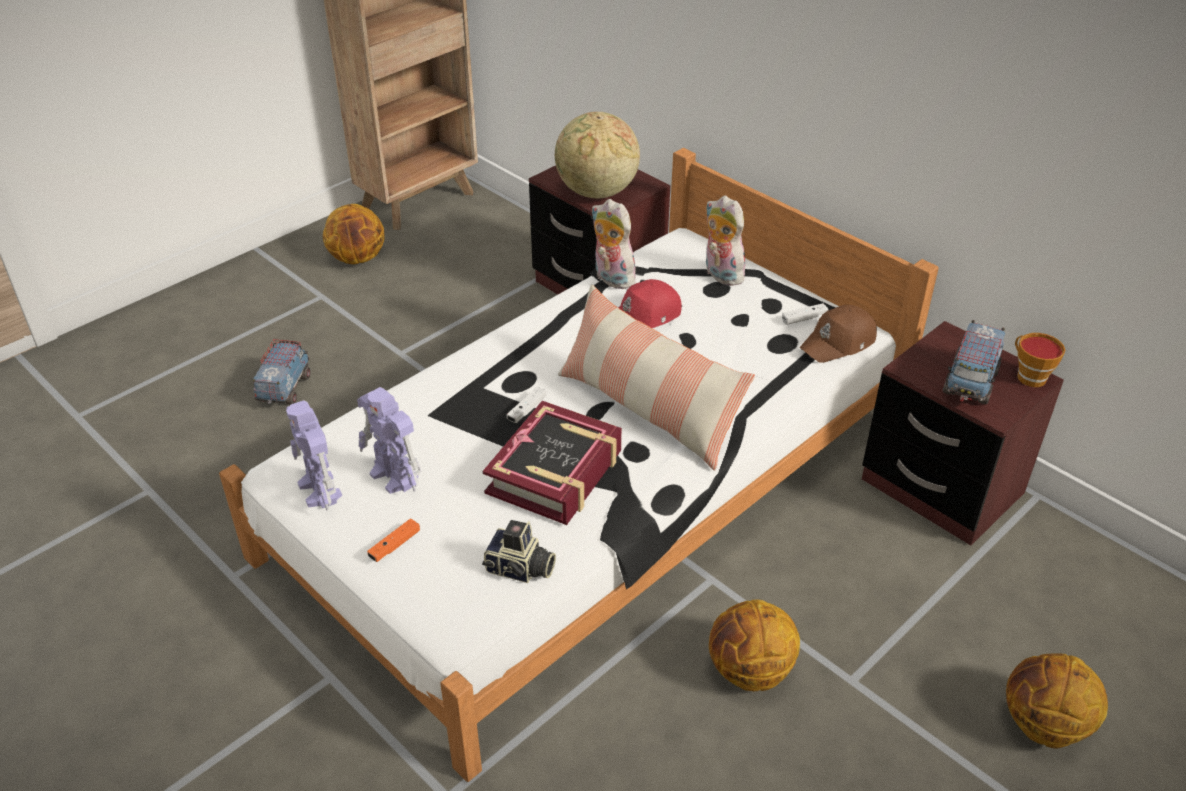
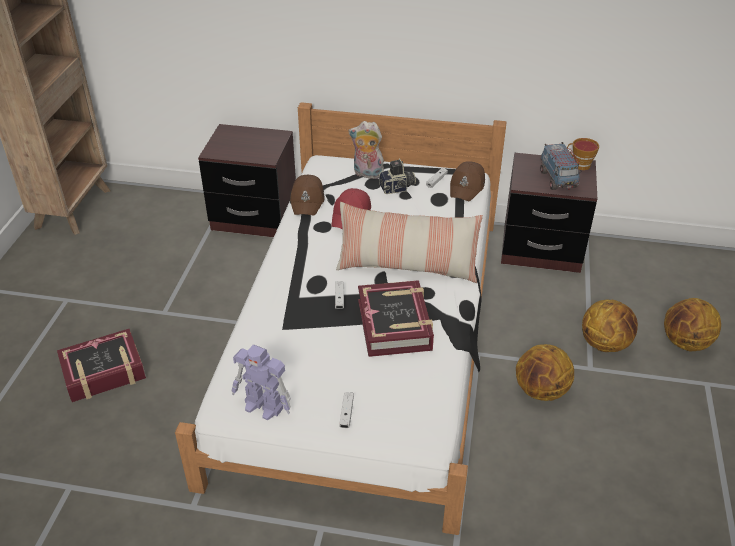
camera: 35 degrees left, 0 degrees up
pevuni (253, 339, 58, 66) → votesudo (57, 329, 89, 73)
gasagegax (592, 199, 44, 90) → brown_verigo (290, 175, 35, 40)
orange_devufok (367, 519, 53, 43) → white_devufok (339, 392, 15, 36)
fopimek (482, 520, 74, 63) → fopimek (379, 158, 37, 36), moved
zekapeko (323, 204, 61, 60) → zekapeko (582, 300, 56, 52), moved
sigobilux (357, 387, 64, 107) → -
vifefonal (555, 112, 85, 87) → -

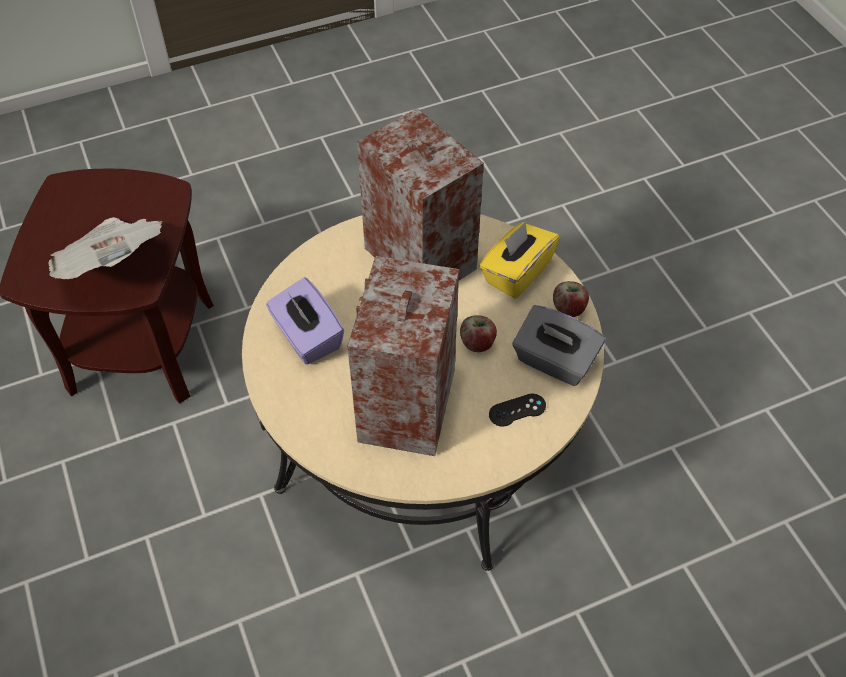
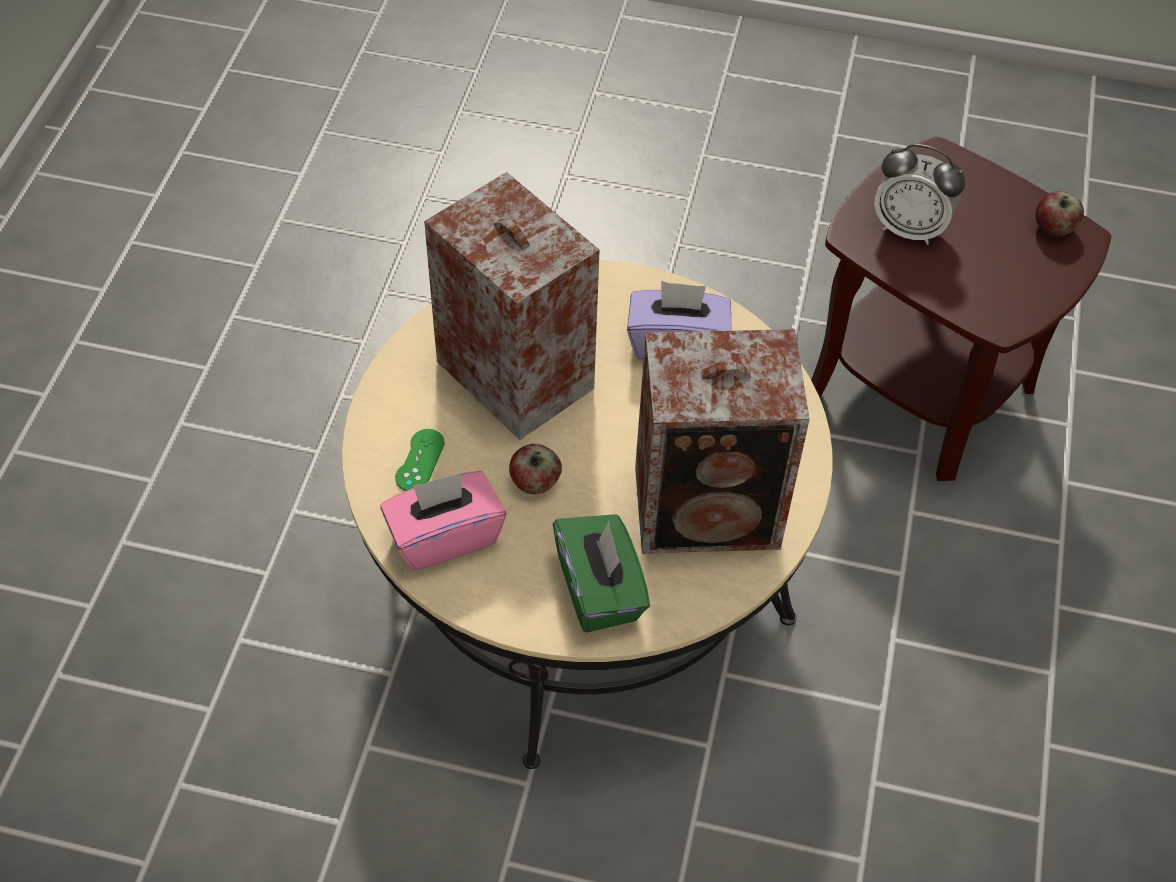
camera: 125 degrees right, 0 degrees up
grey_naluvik (512, 305, 93, 81) → pink_naluvik (380, 471, 126, 100)
black_devufok (489, 394, 57, 33) → green_devufok (395, 429, 50, 62)
yellow_naluvik (480, 222, 79, 76) → green_naluvik (553, 514, 97, 119)
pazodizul (48, 217, 114, 62) → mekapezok (874, 144, 92, 101)
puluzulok (553, 281, 36, 36) → puluzulok (1036, 191, 48, 45), moved

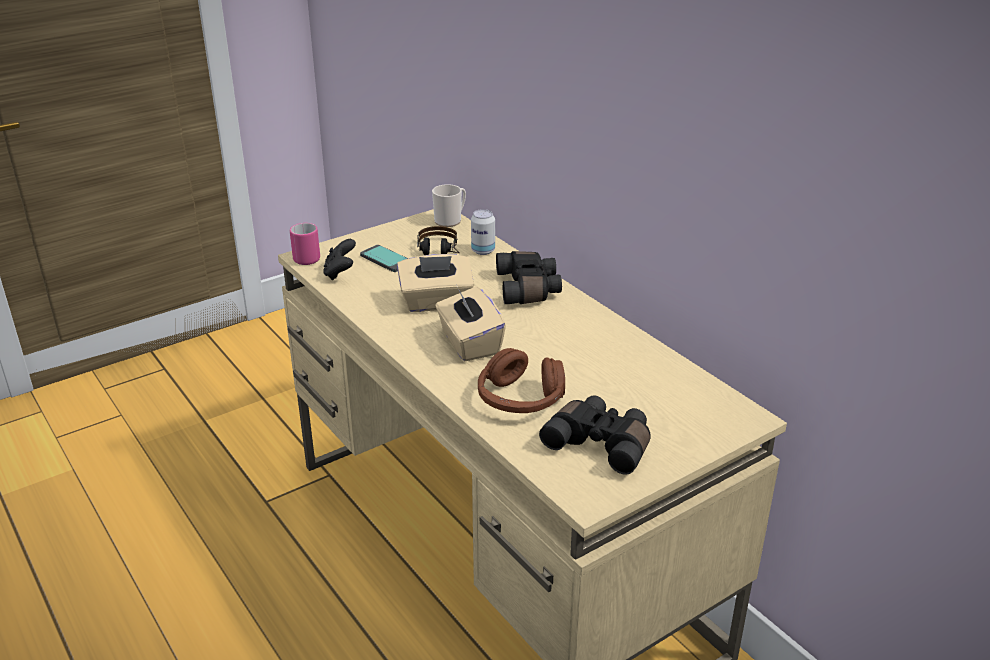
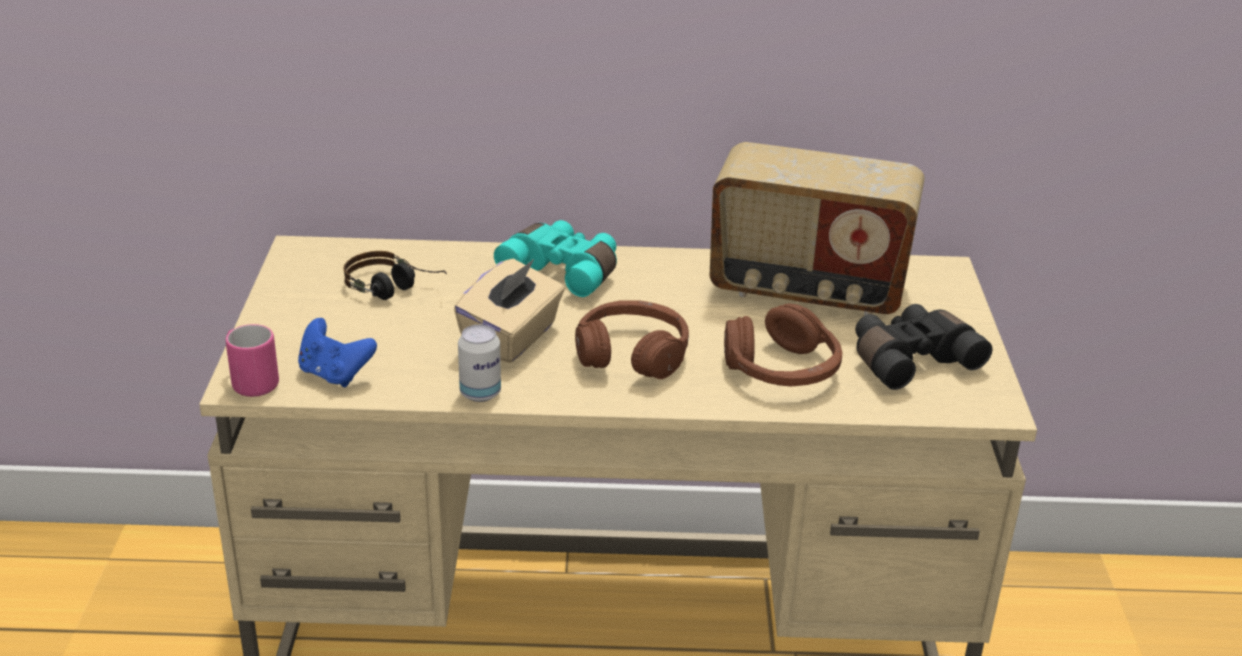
camera: 55 degrees left, 0 degrees up
black_devufok (323, 239, 33, 41) → blue_devufok (298, 318, 79, 69)
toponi (471, 209, 24, 46) → toponi (458, 324, 43, 78), moved
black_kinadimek (496, 251, 66, 53) → turquoise_kinadimek (494, 220, 123, 77)
beige_naluvik (435, 287, 71, 74) → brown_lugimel (575, 300, 114, 79)
- → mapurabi (709, 142, 216, 173)
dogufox (360, 245, 48, 27) → -
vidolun (432, 184, 34, 43) → -

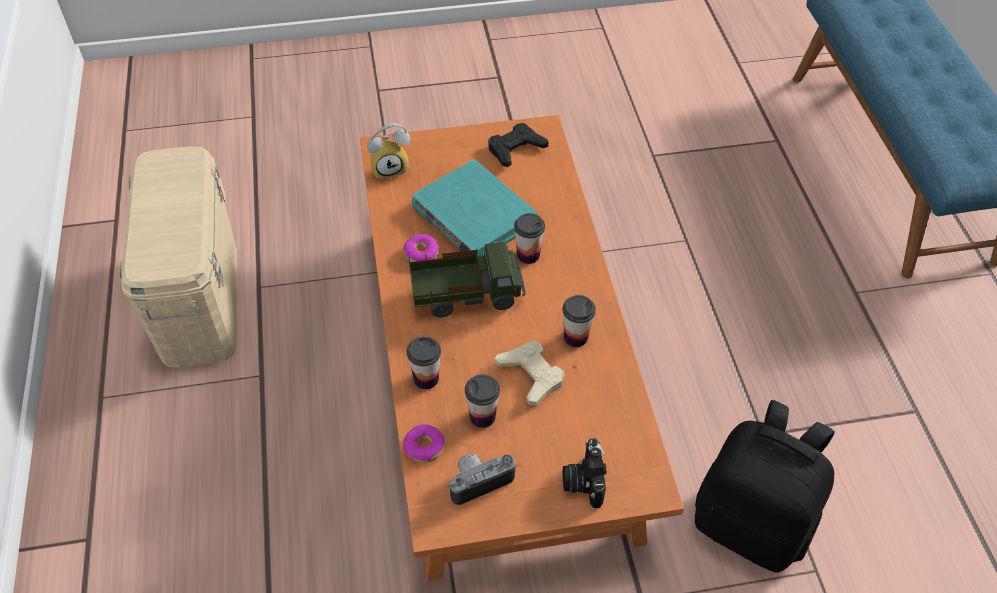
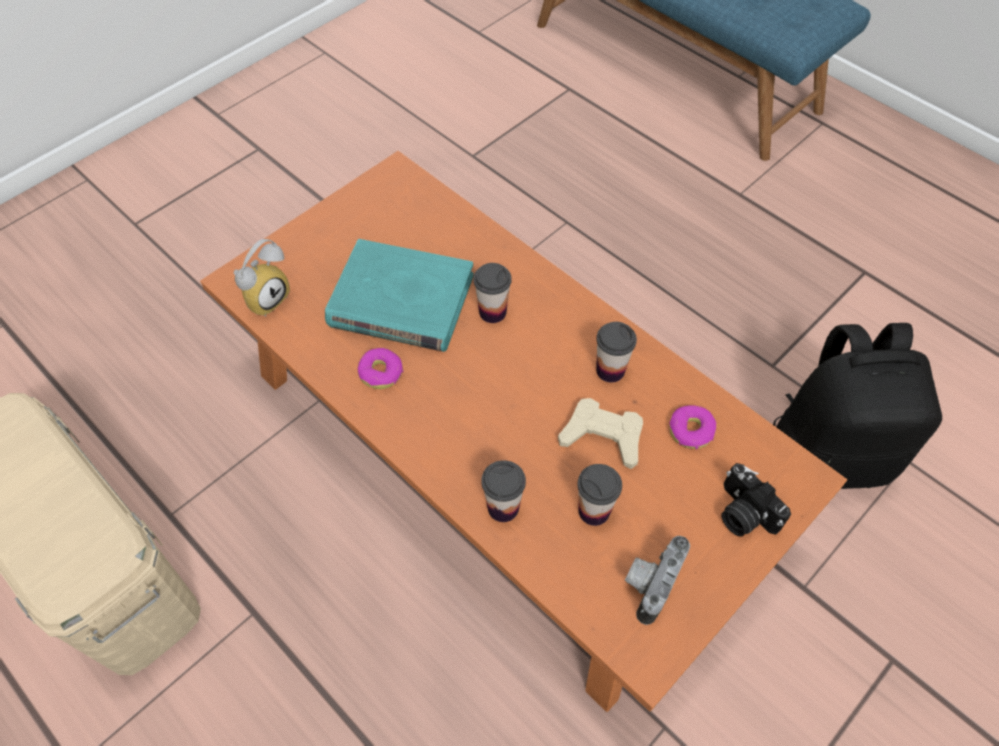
camera: 35 degrees left, 5 degrees up
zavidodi (403, 424, 42, 39) → zavidodi (669, 405, 47, 45), moved
pevuni (409, 242, 116, 75) → -
black_devufok (488, 123, 60, 44) → -

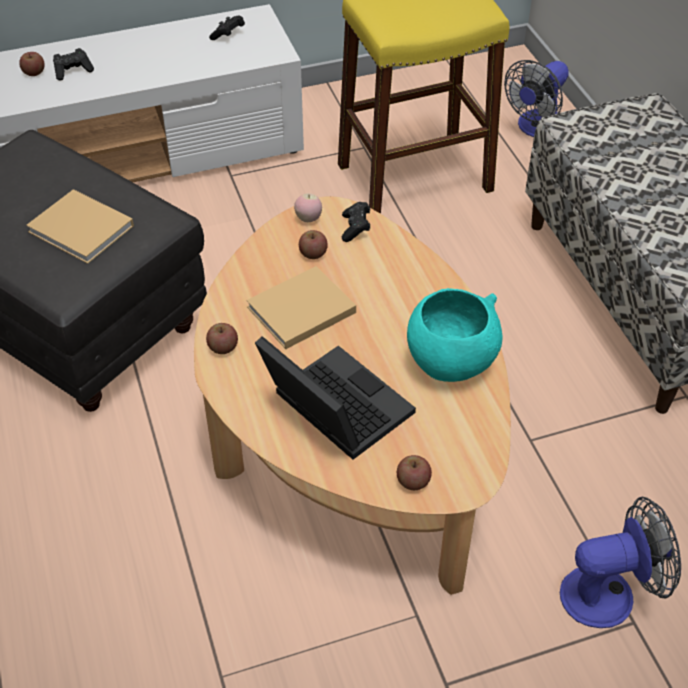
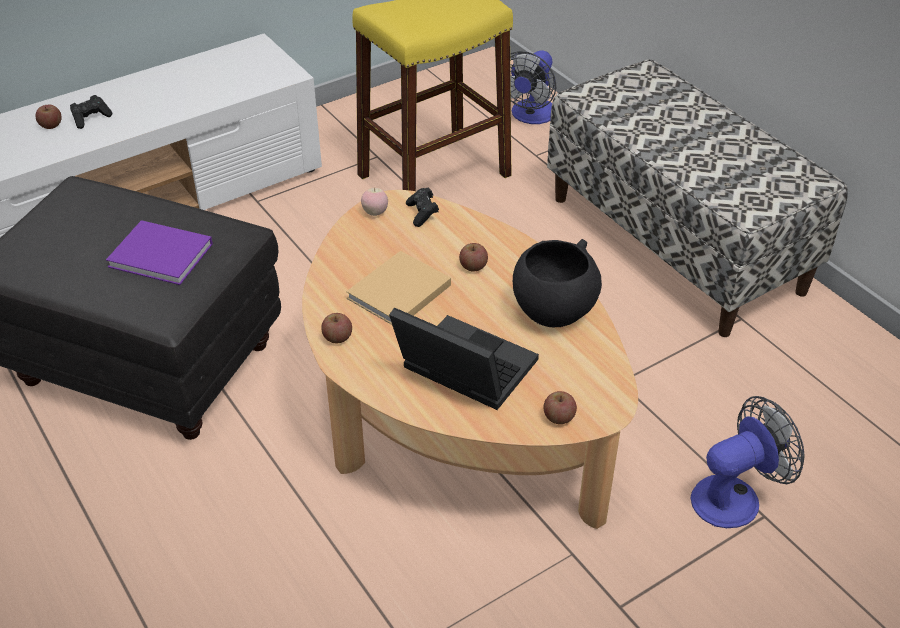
camera: 15 degrees left, 5 degrees down
beige_votesudo (26, 189, 108, 75) → purple_votesudo (106, 220, 107, 65)
puluzulok (299, 230, 29, 29) → puluzulok (459, 243, 29, 28), moved
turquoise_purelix (407, 288, 96, 94) → black_purelix (513, 239, 89, 88)
black_devufok (209, 16, 36, 24) → -

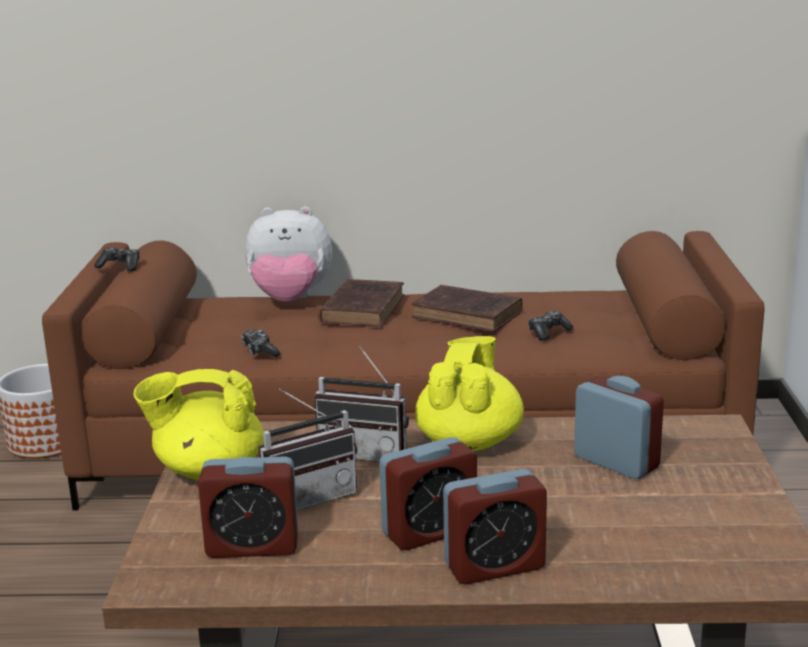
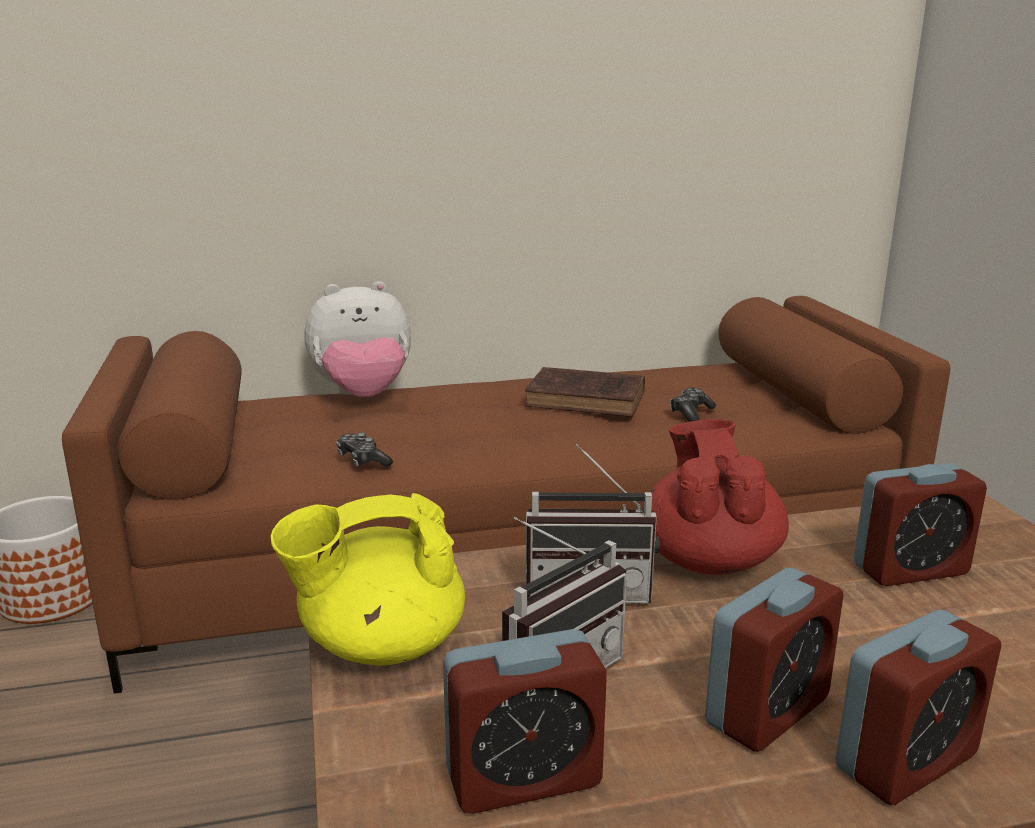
camera: 15 degrees left, 0 degrees up
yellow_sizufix (415, 336, 109, 115) → red_sizufix (642, 419, 147, 156)
mekapezok (574, 376, 90, 103) → mekapezok (854, 463, 133, 123), 135 degrees clockwise
devufok (94, 248, 45, 23) → -
brown_votesudo (318, 279, 87, 48) → -

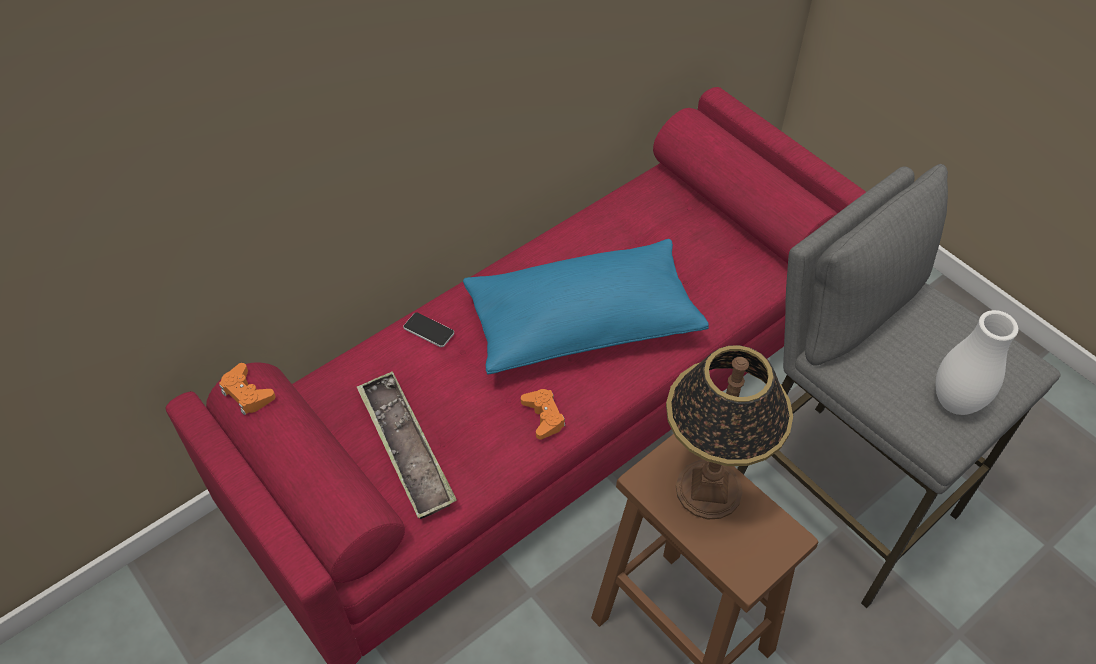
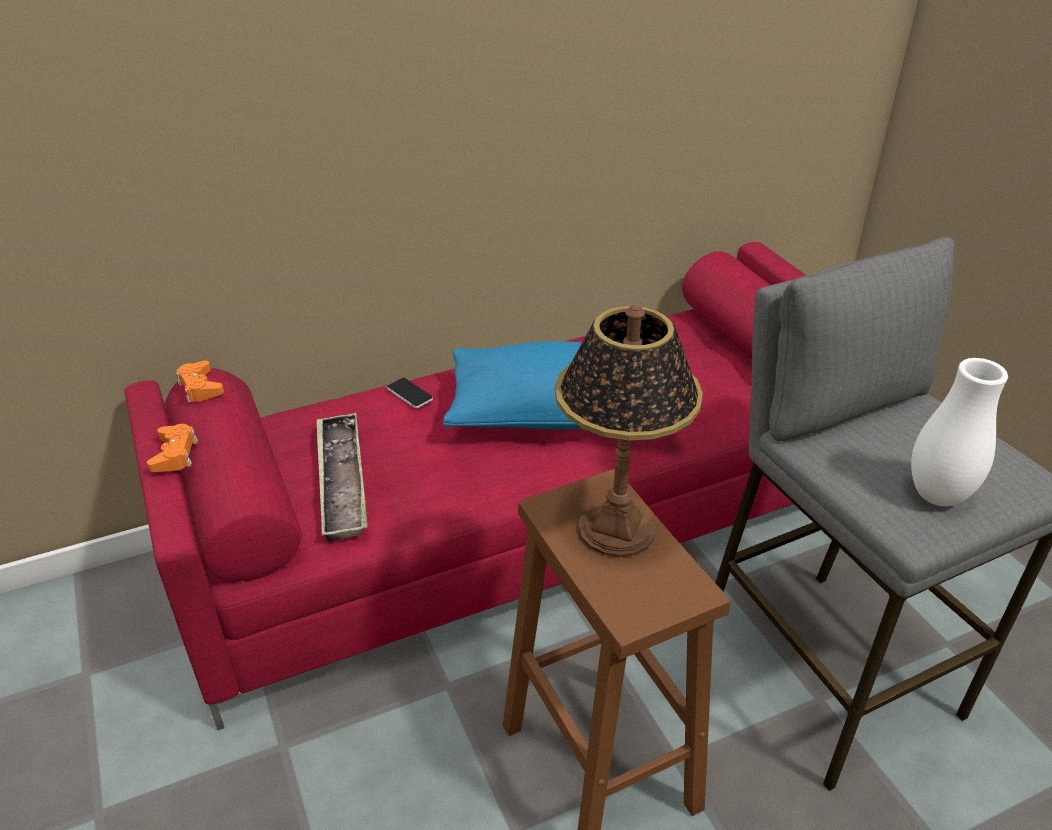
camera: 15 degrees right, 15 degrees down
orange_devufok (521, 389, 45, 51) → orange_devufok (147, 424, 51, 48), moved

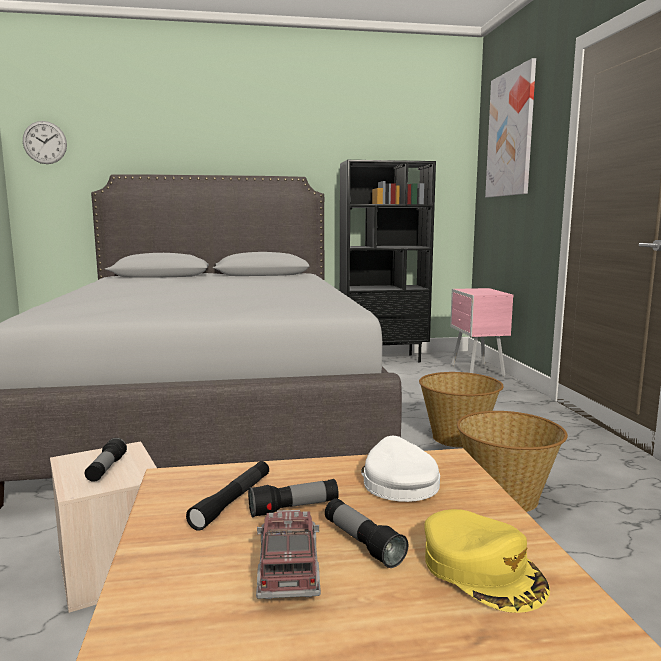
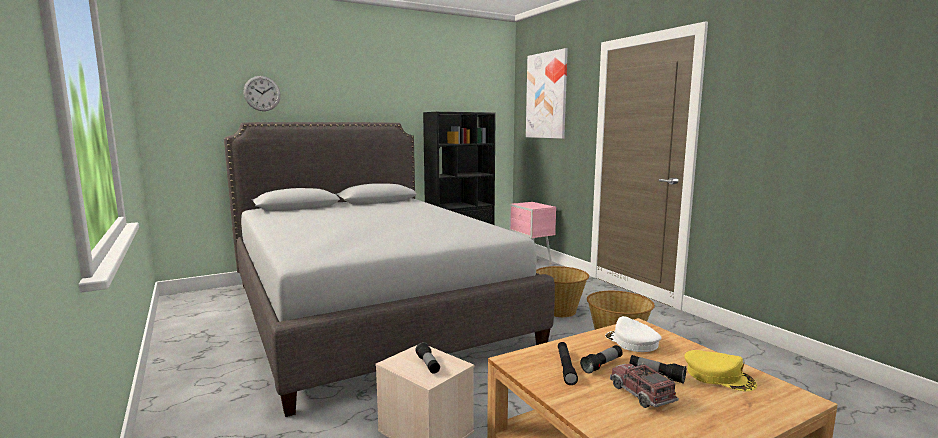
camera: 20 degrees left, 0 degrees up
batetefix (23, 121, 44, 43) → batetefix (243, 76, 38, 35), moved

